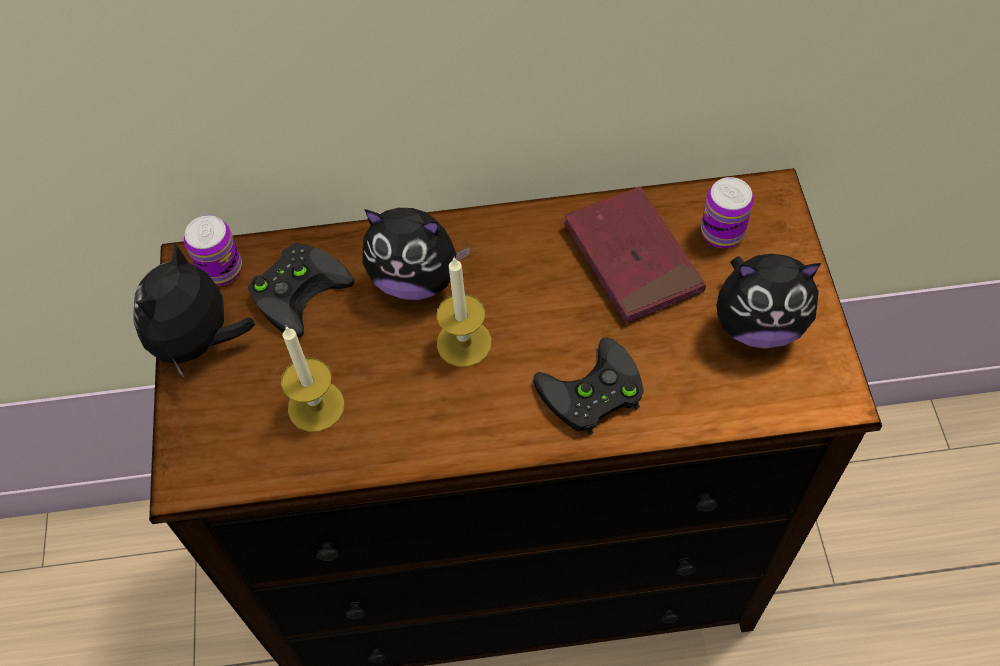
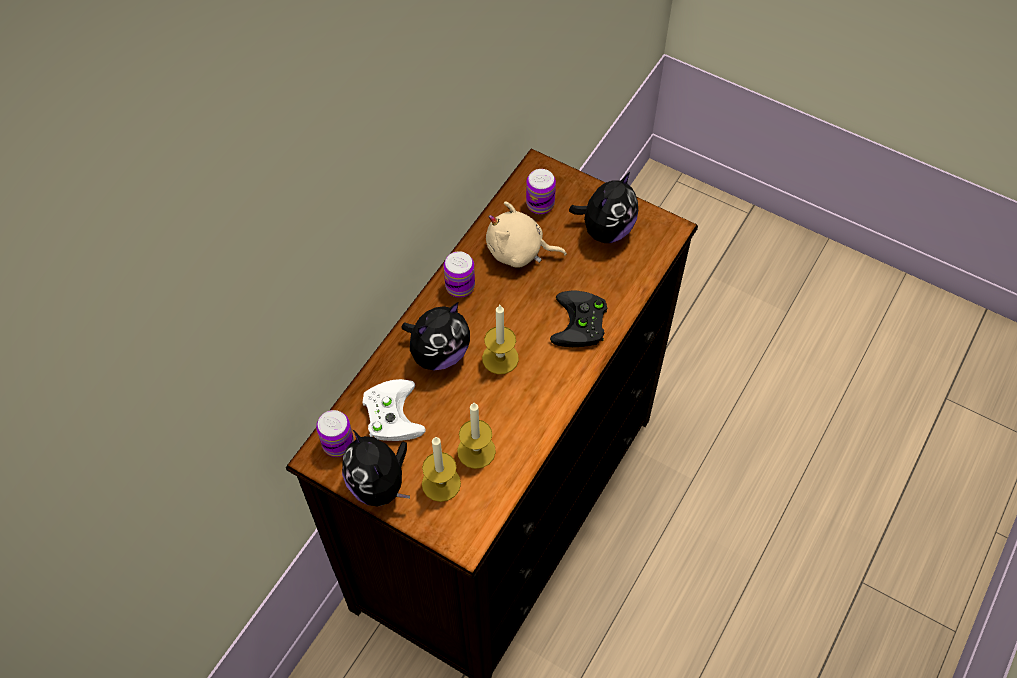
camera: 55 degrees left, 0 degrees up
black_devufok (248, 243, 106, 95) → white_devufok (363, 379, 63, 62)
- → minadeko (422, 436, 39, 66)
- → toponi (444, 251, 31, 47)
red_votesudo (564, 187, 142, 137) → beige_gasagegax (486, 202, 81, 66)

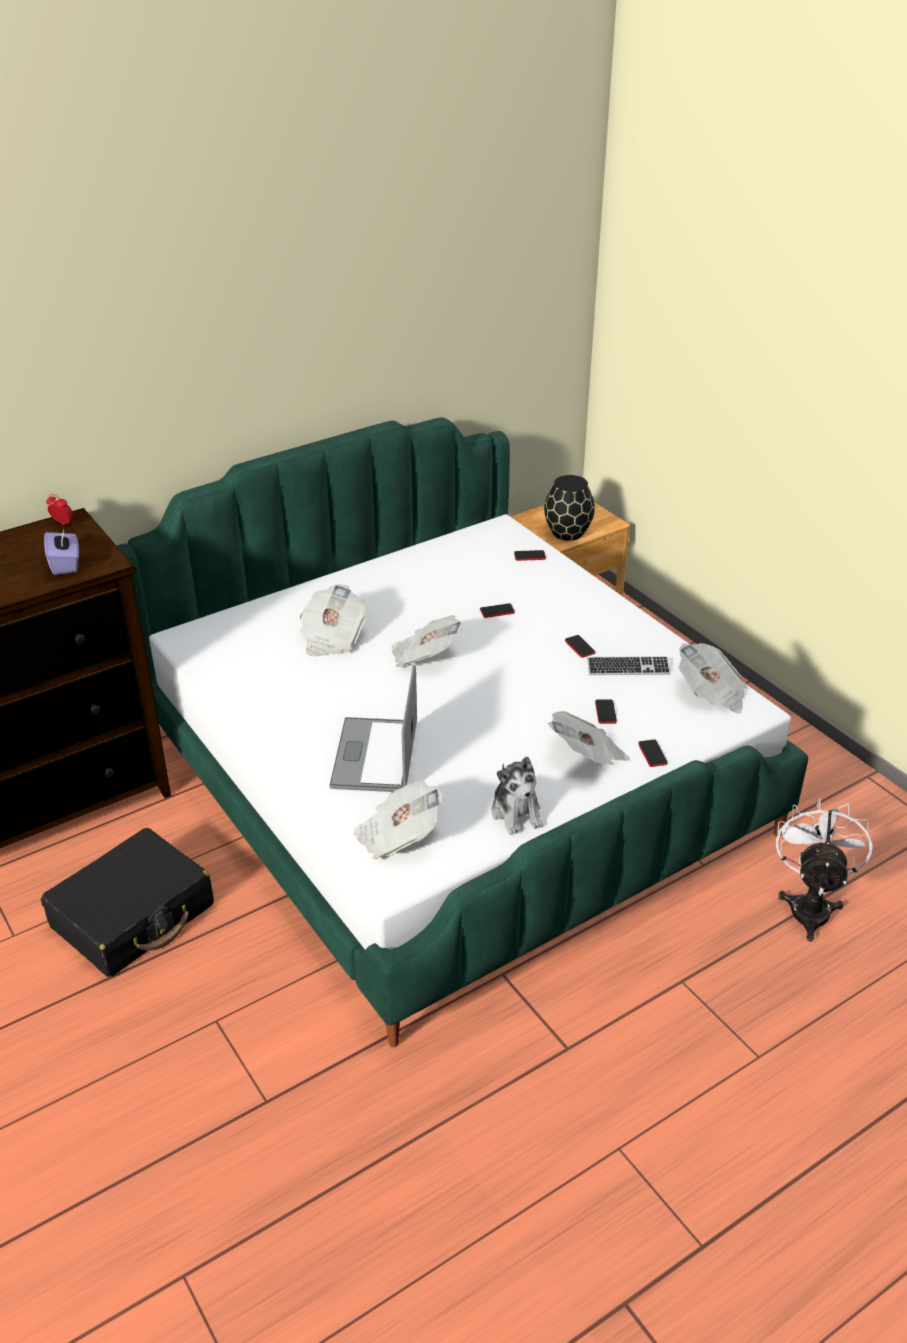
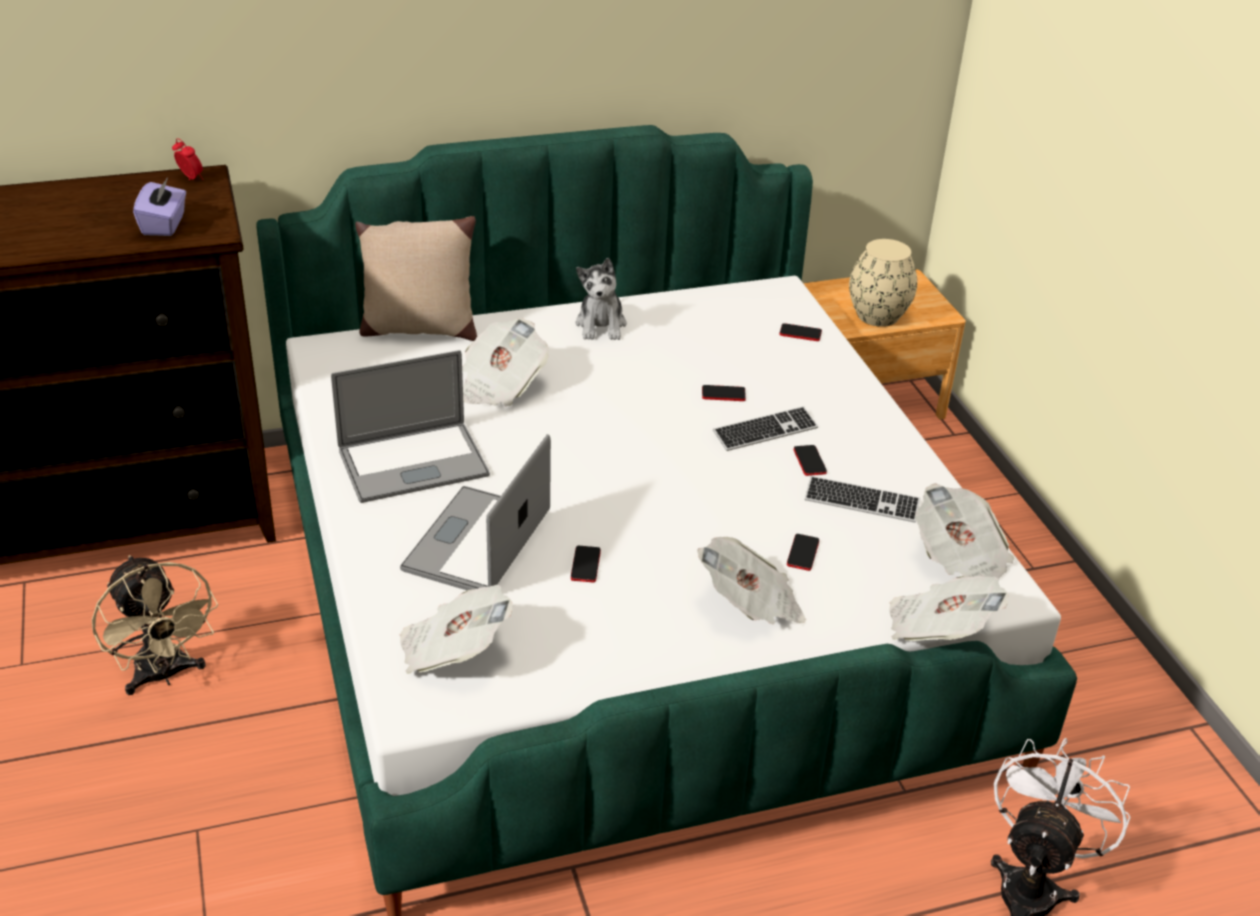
camera: 15 degrees right, 0 degrees up
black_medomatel (41, 828, 173, 149) → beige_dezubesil (92, 555, 126, 140)
- → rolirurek (331, 350, 159, 153)
- → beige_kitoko (355, 216, 122, 125)
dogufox (639, 739, 29, 28) → dogufox (571, 546, 30, 37), moved
gasagegax (491, 756, 52, 79) → gasagegax (576, 258, 51, 82), moved
- → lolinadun (713, 406, 105, 45)
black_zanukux (544, 475, 51, 66) → beige_zanukux (849, 239, 68, 88)
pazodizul (391, 615, 72, 52) → pazodizul (889, 576, 120, 65), moved

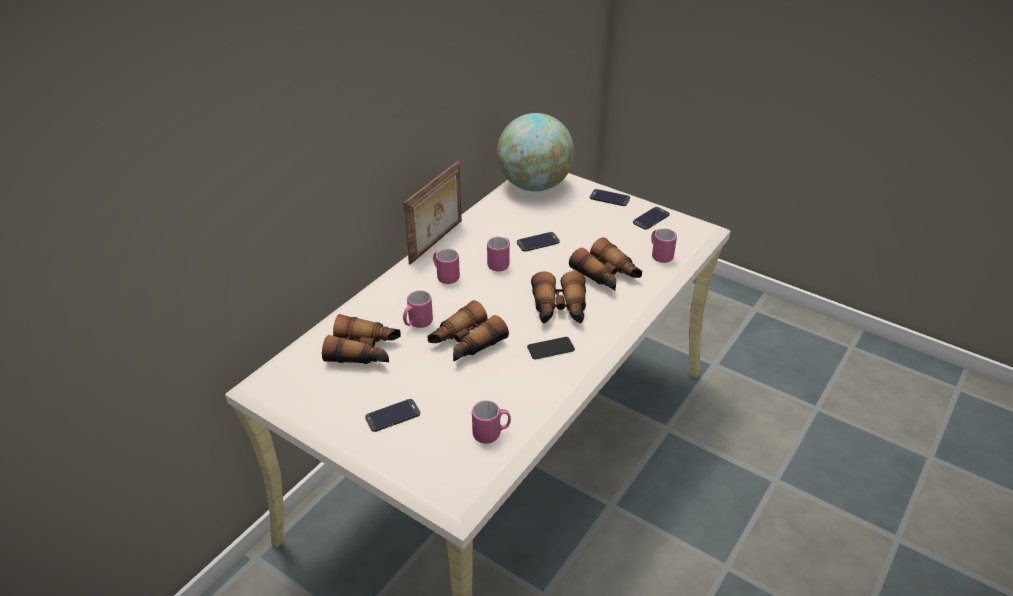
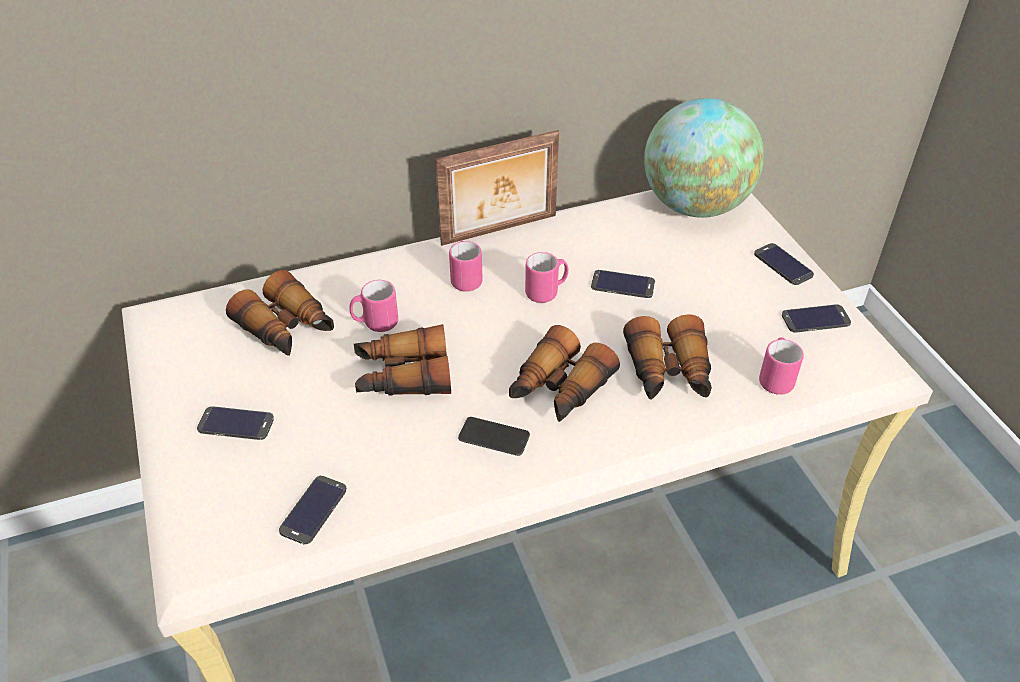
camera: 35 degrees right, 5 degrees up
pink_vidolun (472, 400, 39, 44) → dogufox (279, 476, 68, 68)

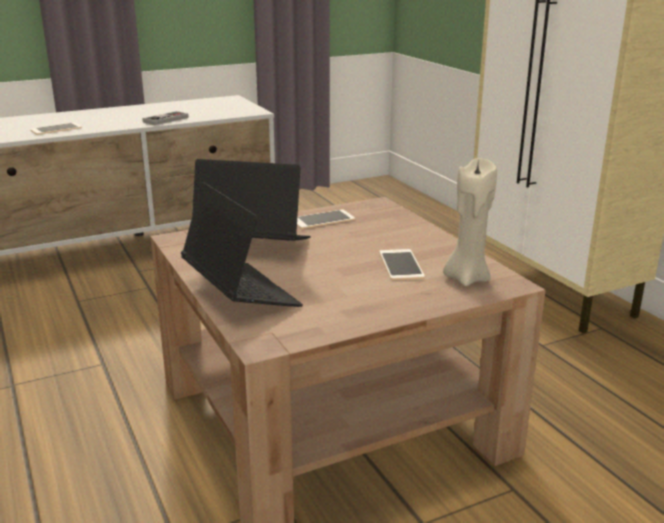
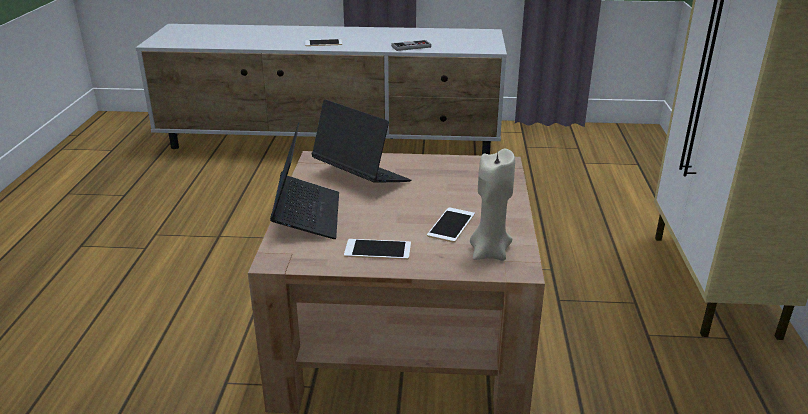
camera: 30 degrees right, 5 degrees up
dogufox (297, 209, 58, 20) → dogufox (344, 239, 67, 21), moved

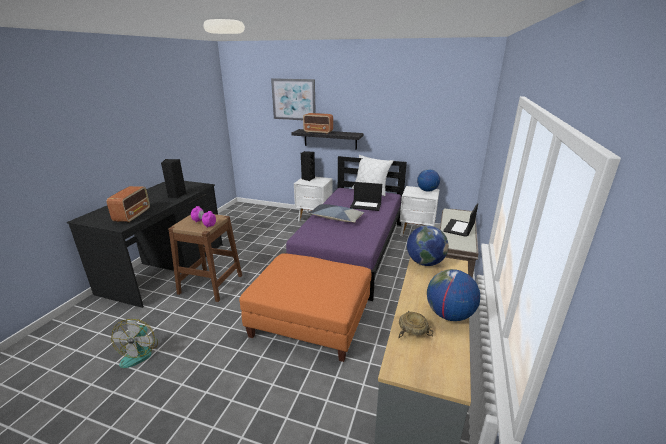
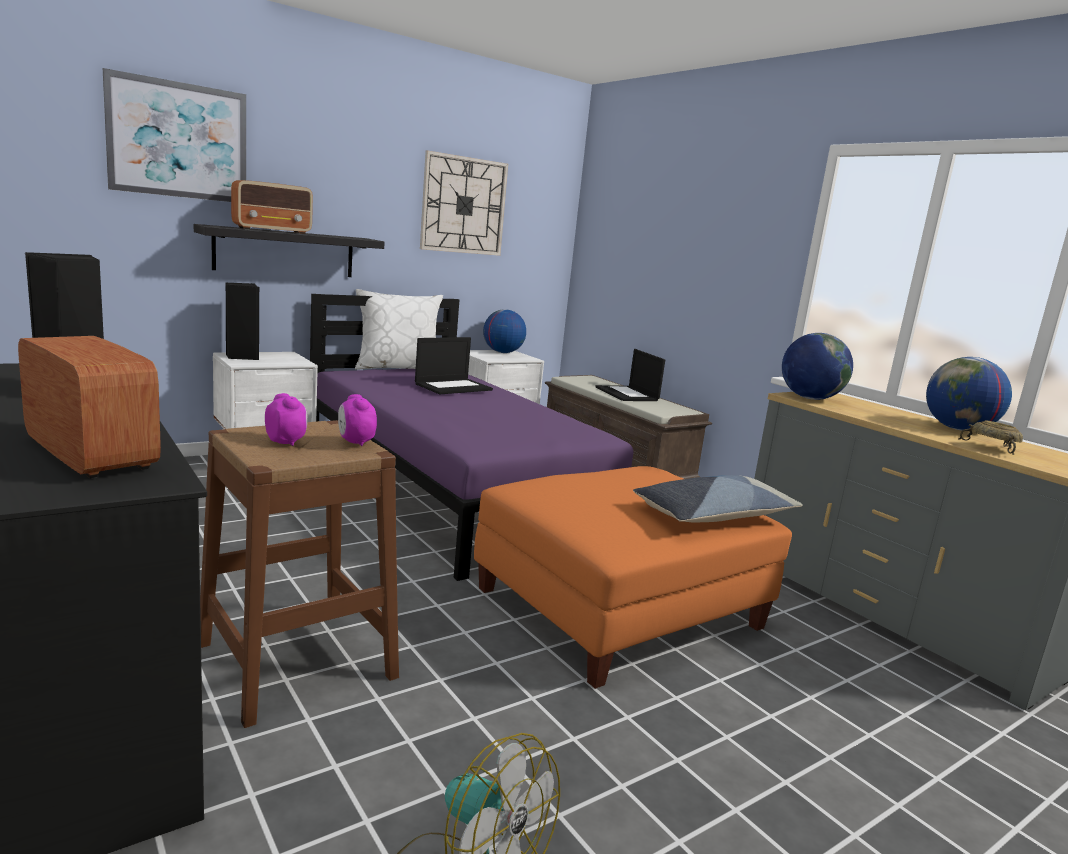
camera: 55 degrees left, 10 degrees down
- → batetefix (420, 150, 88, 106)
kitoko (308, 204, 56, 18) → kitoko (633, 475, 170, 48), moved

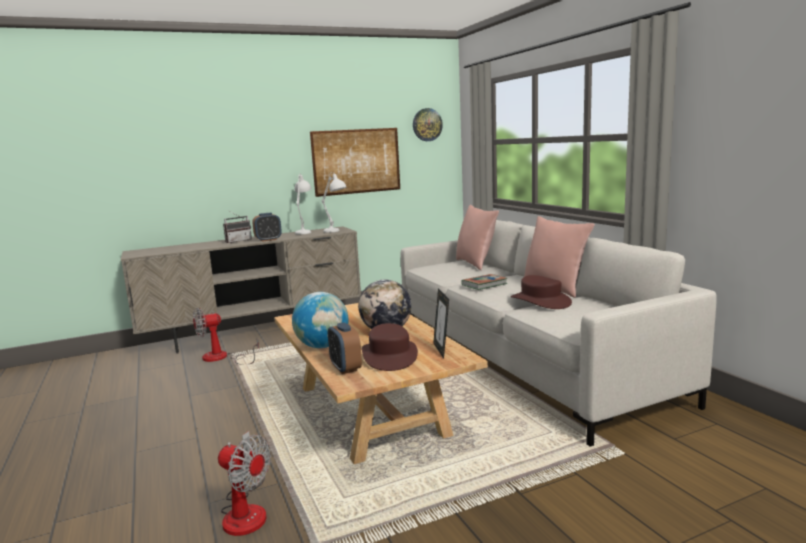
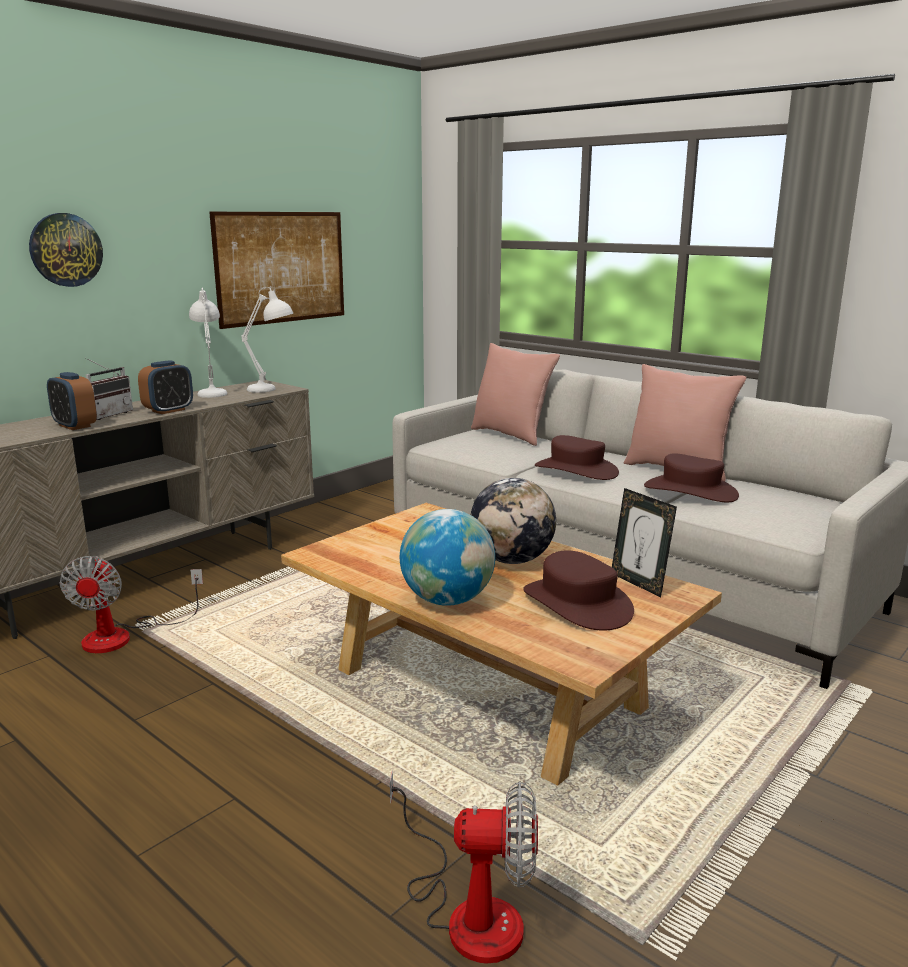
camera: 25 degrees left, 5 degrees up
batetefix (413, 108, 30, 33) → batetefix (29, 213, 74, 74), moved
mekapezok (328, 322, 34, 52) → mekapezok (47, 372, 49, 58), moved
dezubesil (193, 308, 66, 56) → dezubesil (59, 556, 144, 97), 45 degrees counterclockwise
votesudo (461, 274, 47, 16) → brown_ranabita (535, 435, 84, 45)

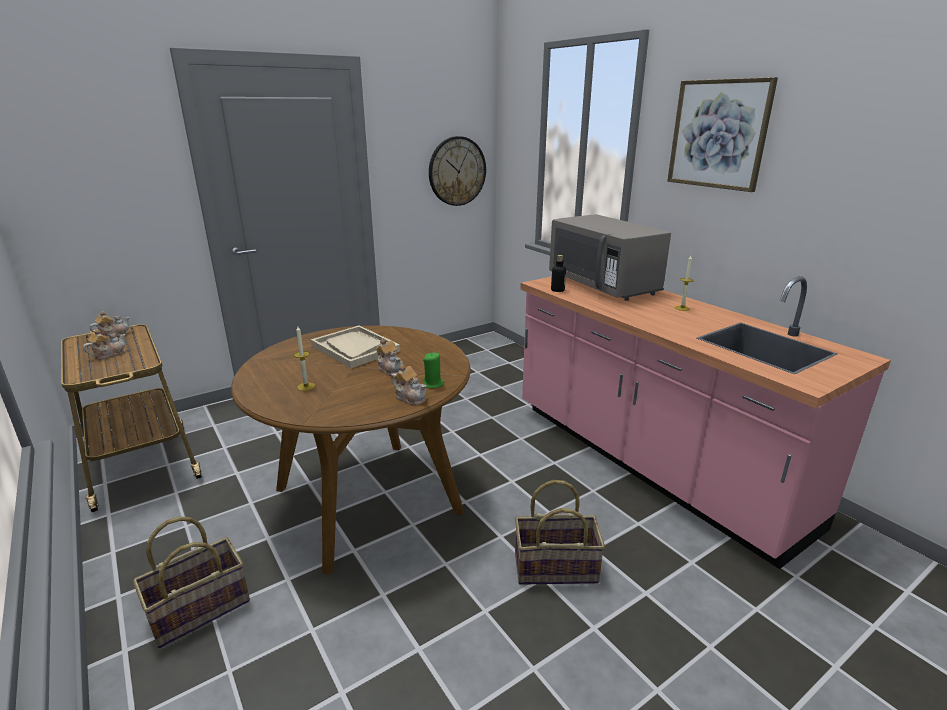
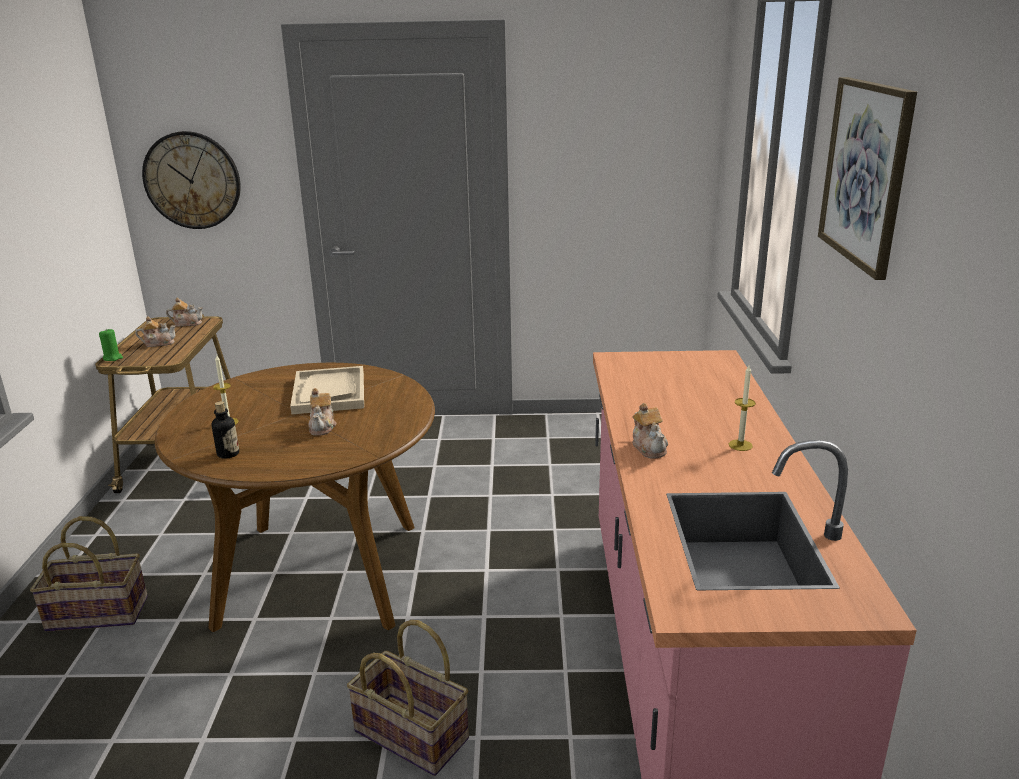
camera: 35 degrees right, 0 degrees up
green_minadeko (423, 353, 21, 36) → green_minadeko (99, 329, 24, 32), moved
batetefix (429, 136, 57, 70) → batetefix (142, 131, 99, 98), moved
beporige (551, 255, 15, 37) → beporige (211, 401, 28, 58), moved
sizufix (391, 364, 36, 41) → sizufix (632, 403, 36, 56), moved
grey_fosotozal (549, 214, 122, 87) → -

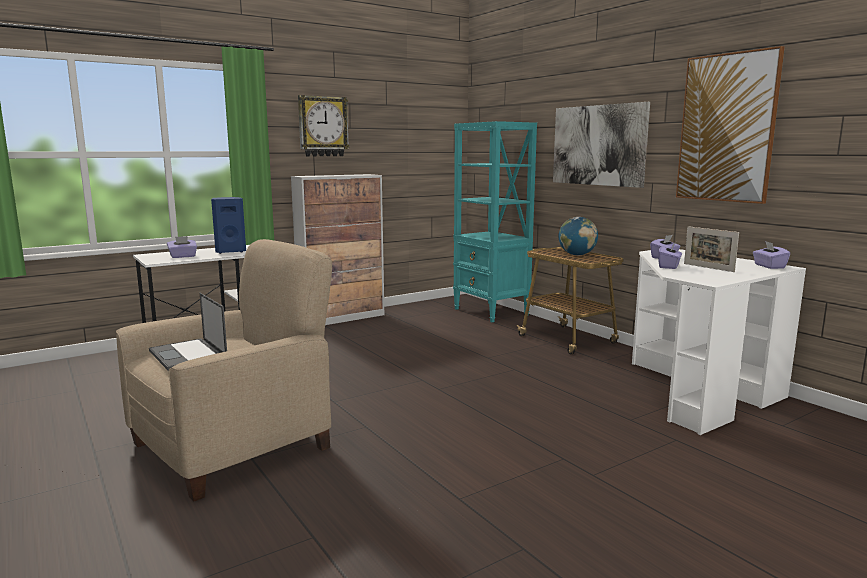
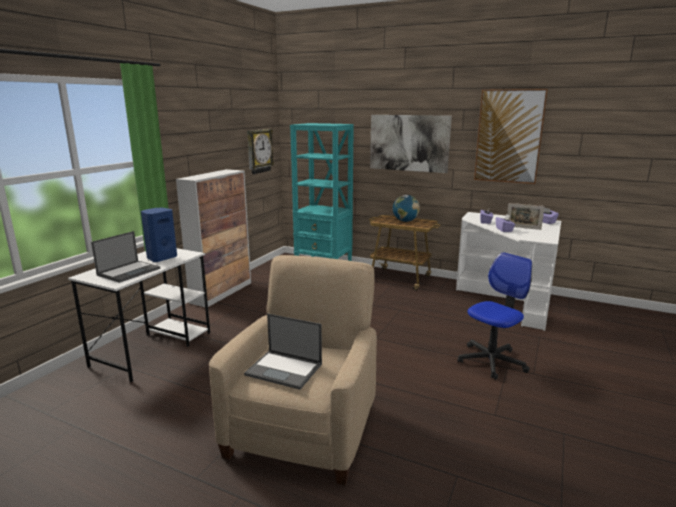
camera: 30 degrees left, 5 degrees up
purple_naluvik (167, 236, 30, 22) → rolirurek (91, 231, 69, 52)
batetefix (298, 95, 52, 61) → batetefix (247, 129, 27, 45), moved
- → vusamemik (458, 252, 74, 128)

